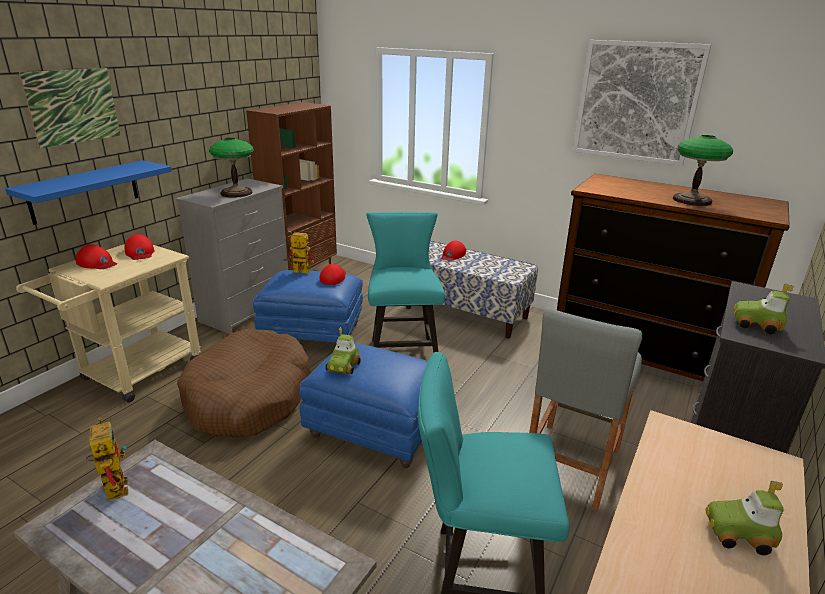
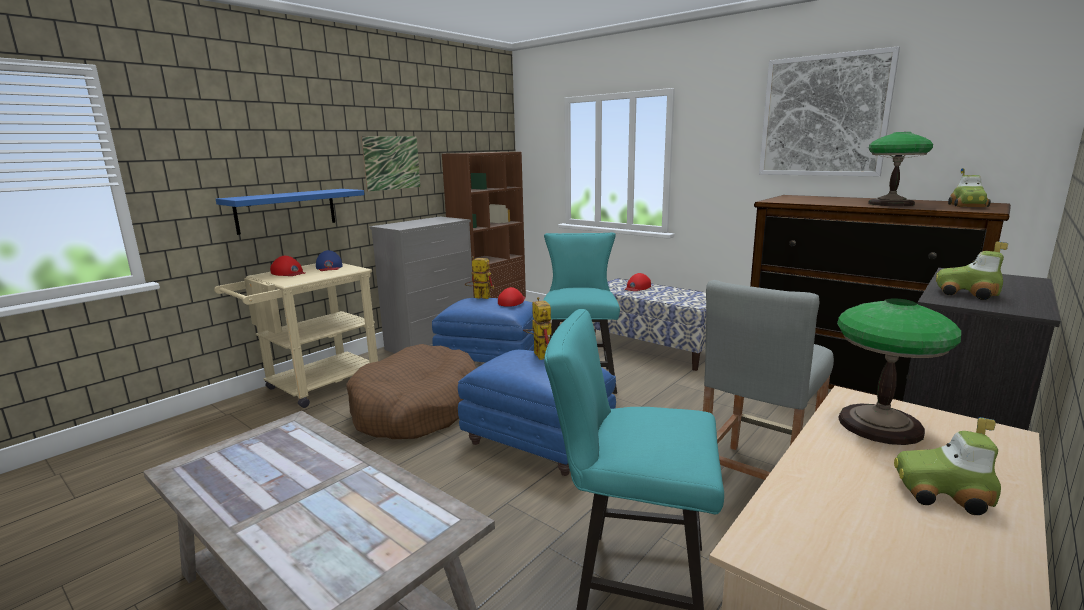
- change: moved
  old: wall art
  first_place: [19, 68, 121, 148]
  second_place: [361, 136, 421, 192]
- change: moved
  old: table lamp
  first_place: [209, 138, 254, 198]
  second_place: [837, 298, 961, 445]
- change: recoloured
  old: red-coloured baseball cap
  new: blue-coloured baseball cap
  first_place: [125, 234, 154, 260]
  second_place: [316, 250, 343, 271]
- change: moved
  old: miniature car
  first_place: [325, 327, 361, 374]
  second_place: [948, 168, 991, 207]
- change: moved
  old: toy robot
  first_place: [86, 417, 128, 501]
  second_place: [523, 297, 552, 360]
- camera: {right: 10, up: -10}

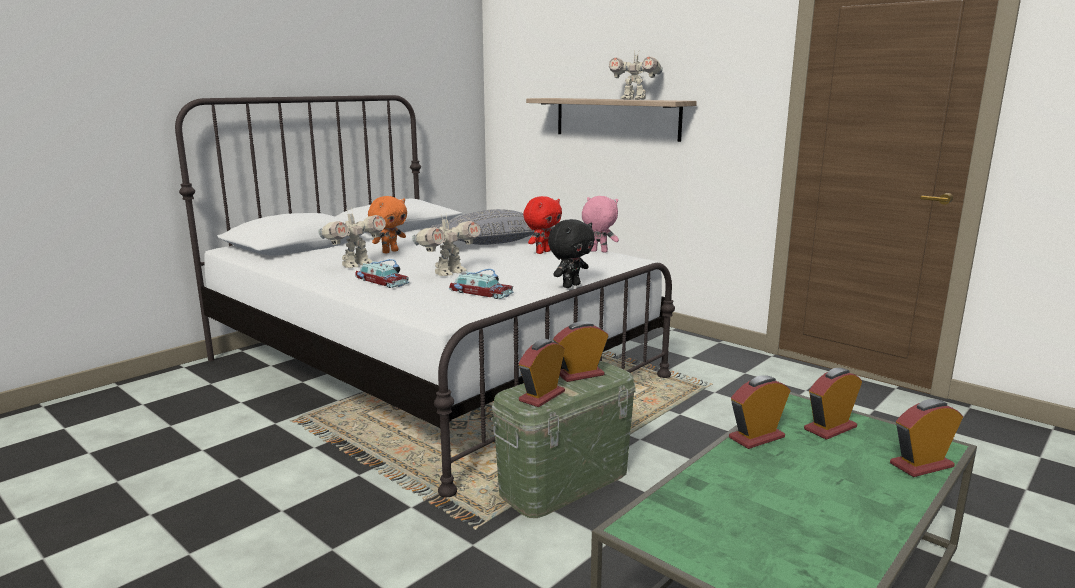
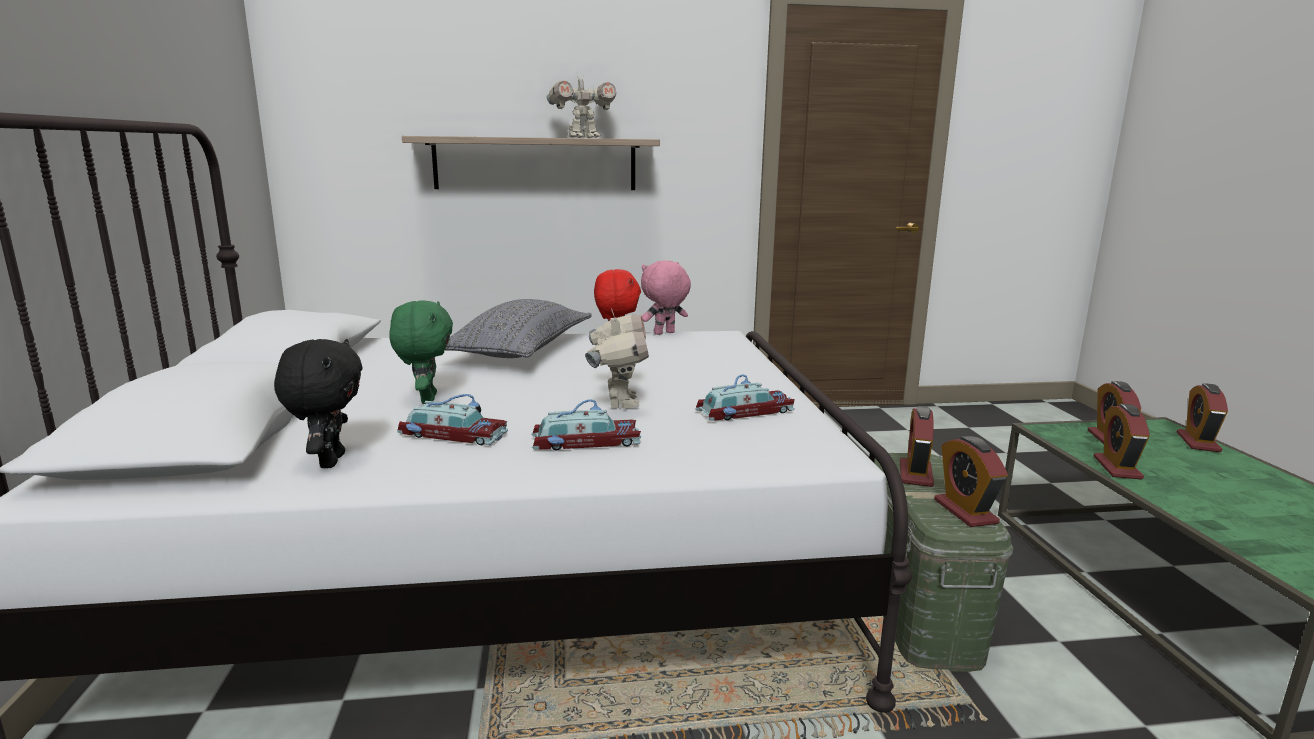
- change: recoloured
  old: orangey cuddly toy
  new: greenish cuddly toy
  first_place: [368, 196, 407, 253]
  second_place: [389, 300, 453, 404]
- change: replaced
  old: toy robot
  new: miniature car
  first_place: [318, 207, 386, 268]
  second_place: [397, 394, 508, 445]
- change: moved
  old: black-coloured cuddly toy
  first_place: [548, 219, 595, 288]
  second_place: [274, 339, 363, 468]
- camera: {right: -50, up: 0}

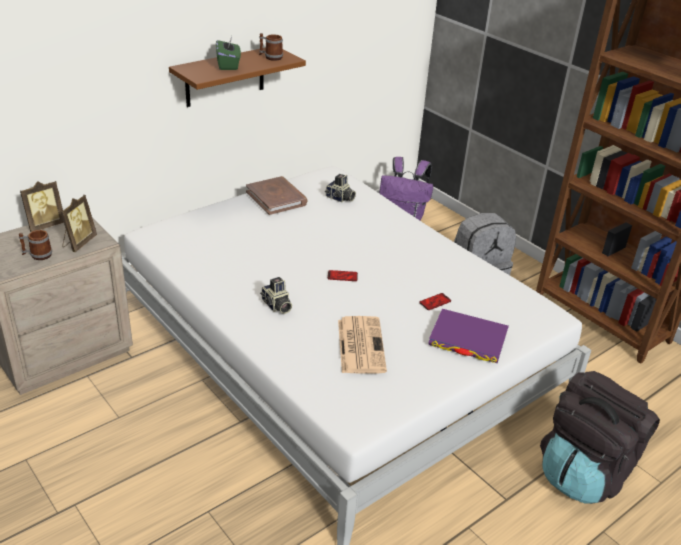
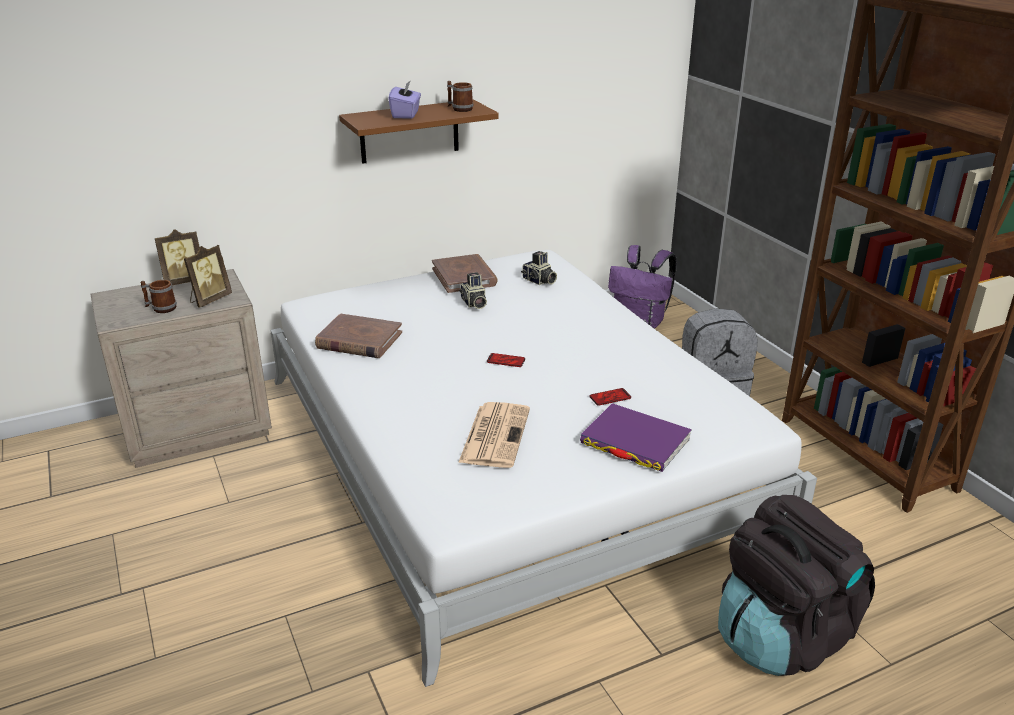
- change: recoloured
  old: greenish tissue box
  new: purplish tissue box
  first_place: [216, 36, 241, 70]
  second_place: [388, 80, 421, 119]
- change: moved
  old: still camera
  first_place: [260, 277, 292, 314]
  second_place: [459, 272, 487, 309]
- change: added
  new: brownish book
  second_place: [315, 314, 402, 358]
- camera: {right: 15, up: -5}

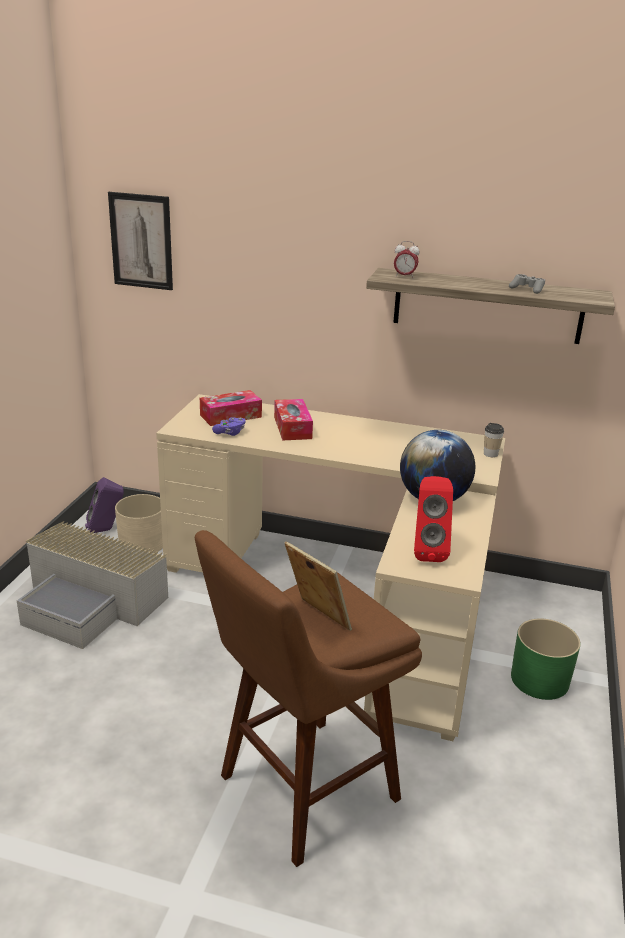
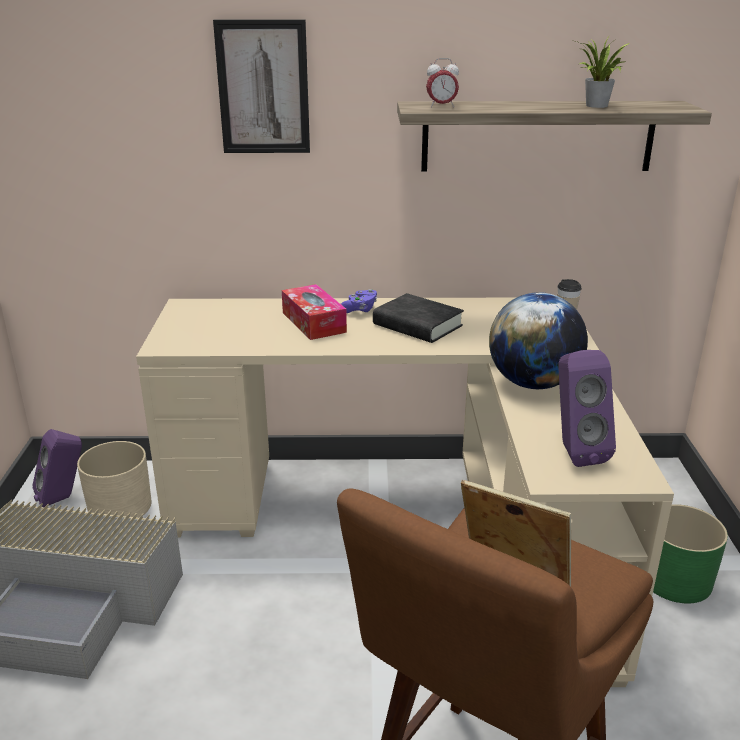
- change: moved
  old: wall art
  first_place: [108, 192, 173, 290]
  second_place: [213, 19, 310, 153]
- change: replaced
  old: grey gamepad
  new: houseplant
  first_place: [509, 274, 545, 294]
  second_place: [576, 36, 630, 108]
- change: removed
  old: tissue box
  first_place: [200, 390, 262, 426]
- change: moved
  old: purplish gamepad
  first_place: [212, 417, 246, 436]
  second_place: [341, 289, 377, 313]
- change: recoloured
  old: red-coloured loudspeaker
  new: purplish loudspeaker
  first_place: [414, 476, 453, 562]
  second_place: [558, 350, 616, 467]
- change: added
  new: black-coloured book
  second_place: [373, 293, 464, 343]
- camera: {right: -15, up: 0}

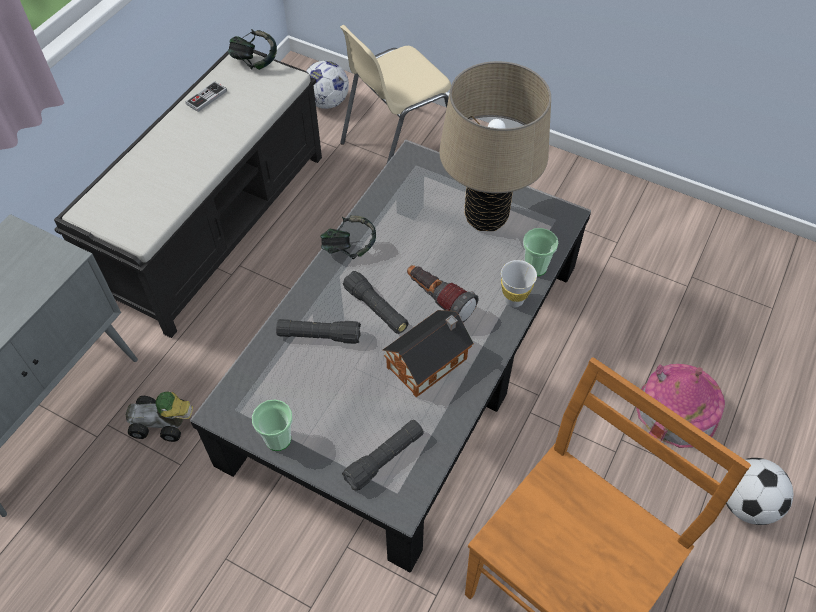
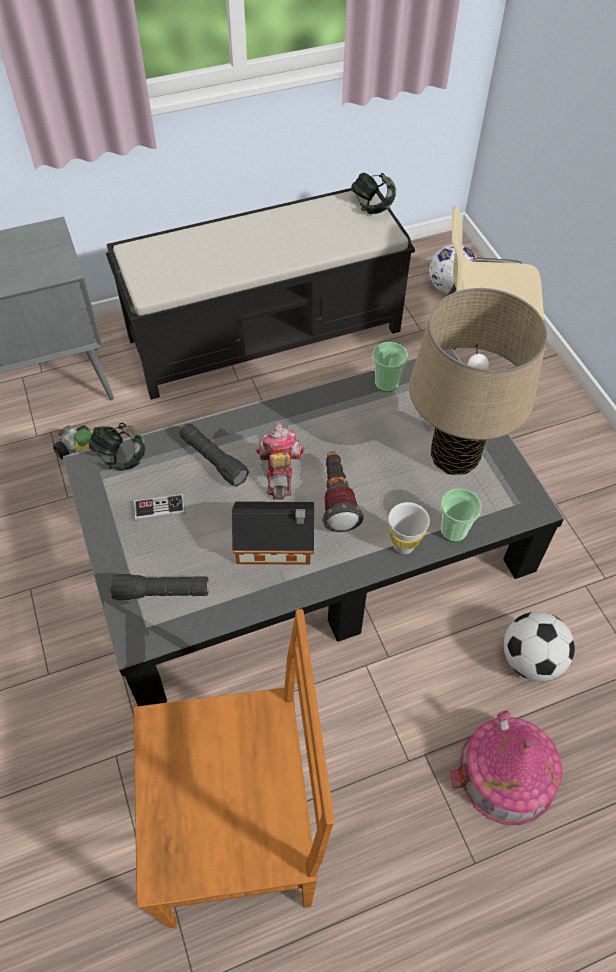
- change: moved
  old: gamepad
  first_place: [185, 81, 227, 112]
  second_place: [134, 494, 185, 521]
- change: moved
  old: headset
  first_place: [320, 215, 376, 259]
  second_place: [88, 423, 145, 471]
- change: replaced
  old: black-coloured flashlight
  new: toy robot
  first_place: [343, 271, 408, 334]
  second_place: [255, 422, 305, 500]
- change: moved
  old: cup
  first_place: [252, 399, 293, 451]
  second_place: [372, 342, 408, 392]
- change: moved
  old: football
  first_place: [726, 458, 793, 525]
  second_place: [504, 611, 575, 681]
- camera: {right: 40, up: 0}

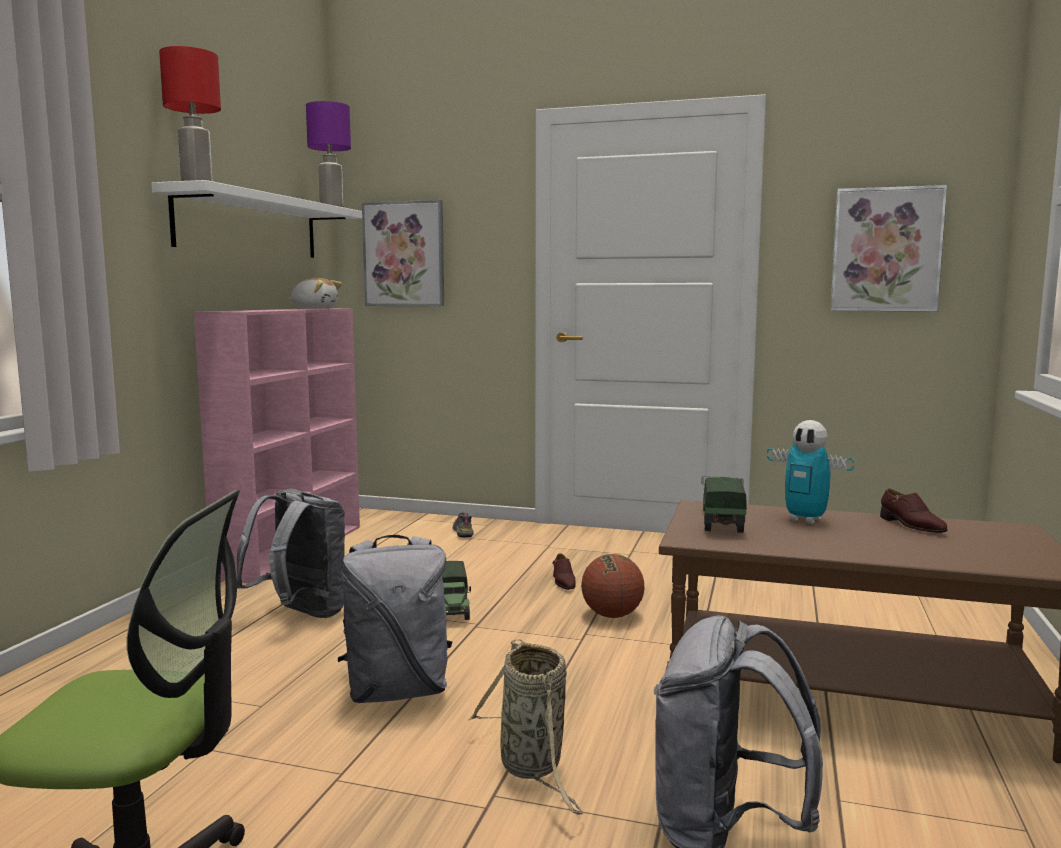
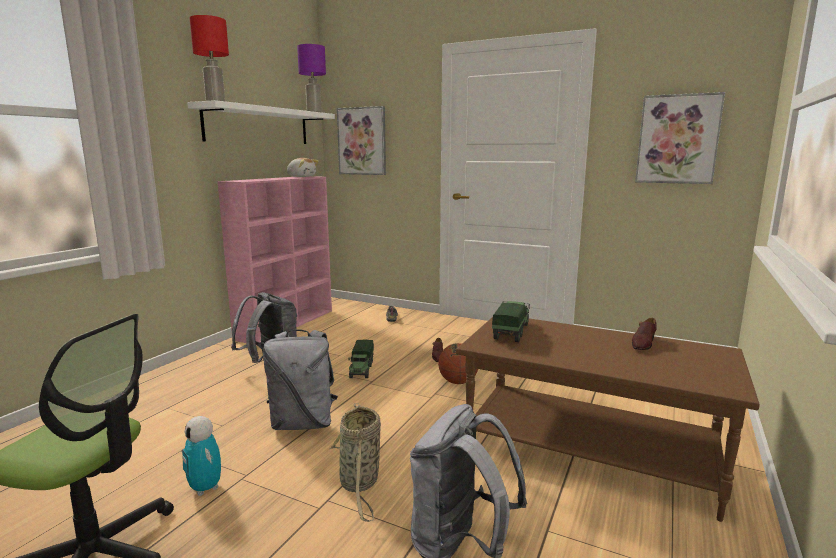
- change: moved
  old: toy robot
  first_place: [767, 420, 854, 524]
  second_place: [182, 416, 221, 496]
- change: turned
  old: brownish low shoe
  first_place: [880, 488, 948, 533]
  second_place: [632, 318, 657, 350]
  degrees: 45
- camera: {right: 10, up: 5}

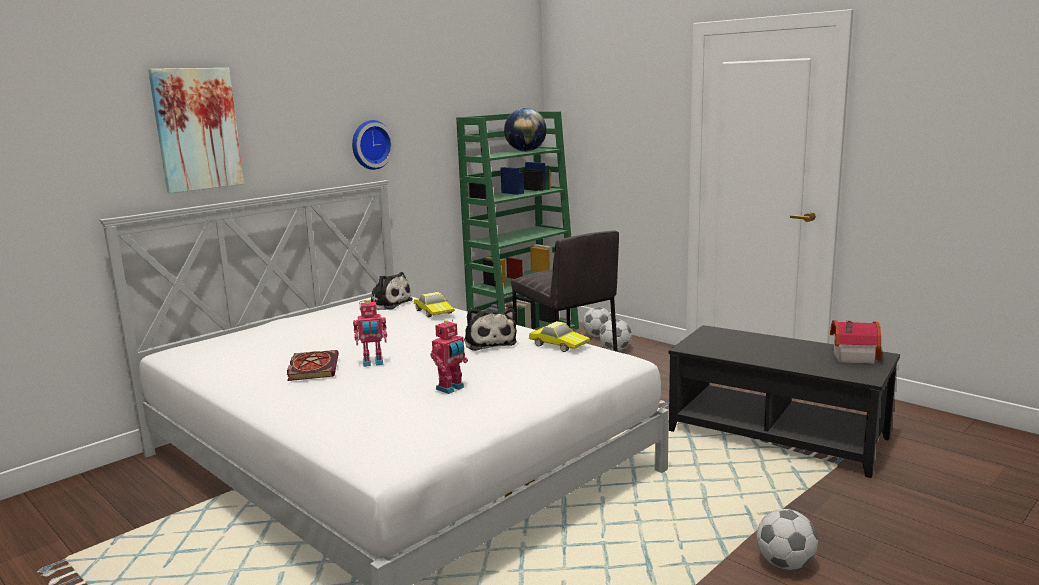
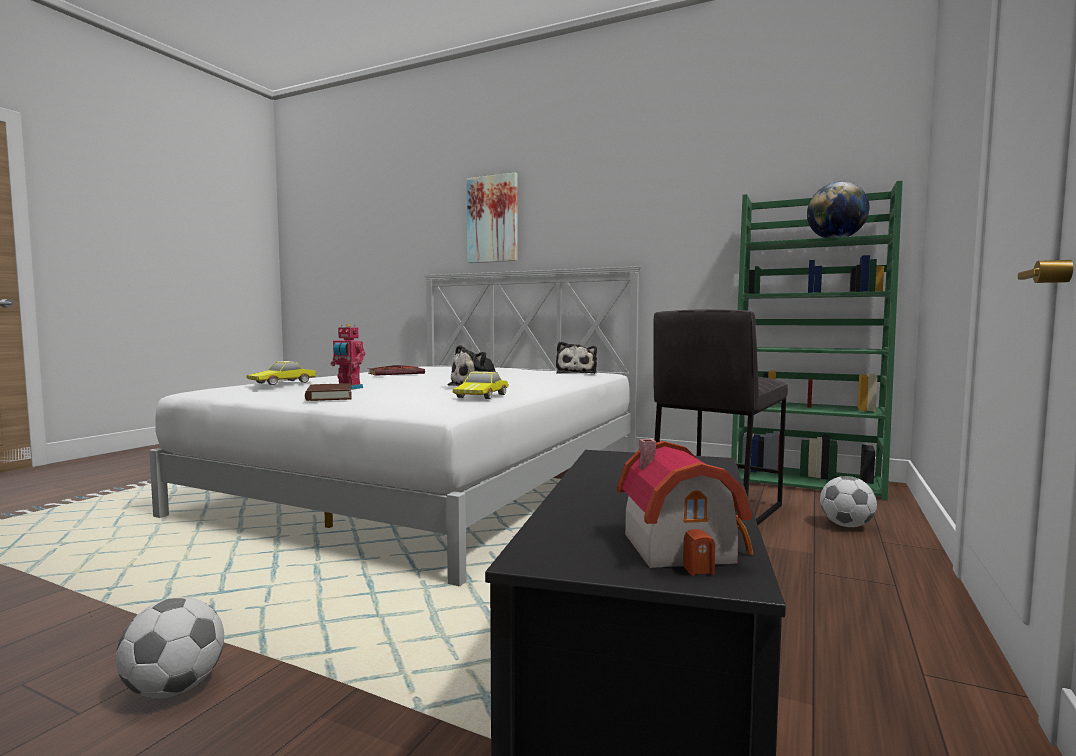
- change: removed
  old: wall clock
  first_place: [352, 120, 394, 170]
- change: moved
  old: miniature car
  first_place: [414, 292, 455, 317]
  second_place: [247, 361, 316, 385]
- change: removed
  old: toy robot
  first_place: [353, 300, 387, 367]
- change: removed
  old: football
  first_place: [583, 307, 611, 337]
- change: added
  new: brownish book
  second_place: [305, 383, 351, 401]
- camera: {right: 70, up: -10}

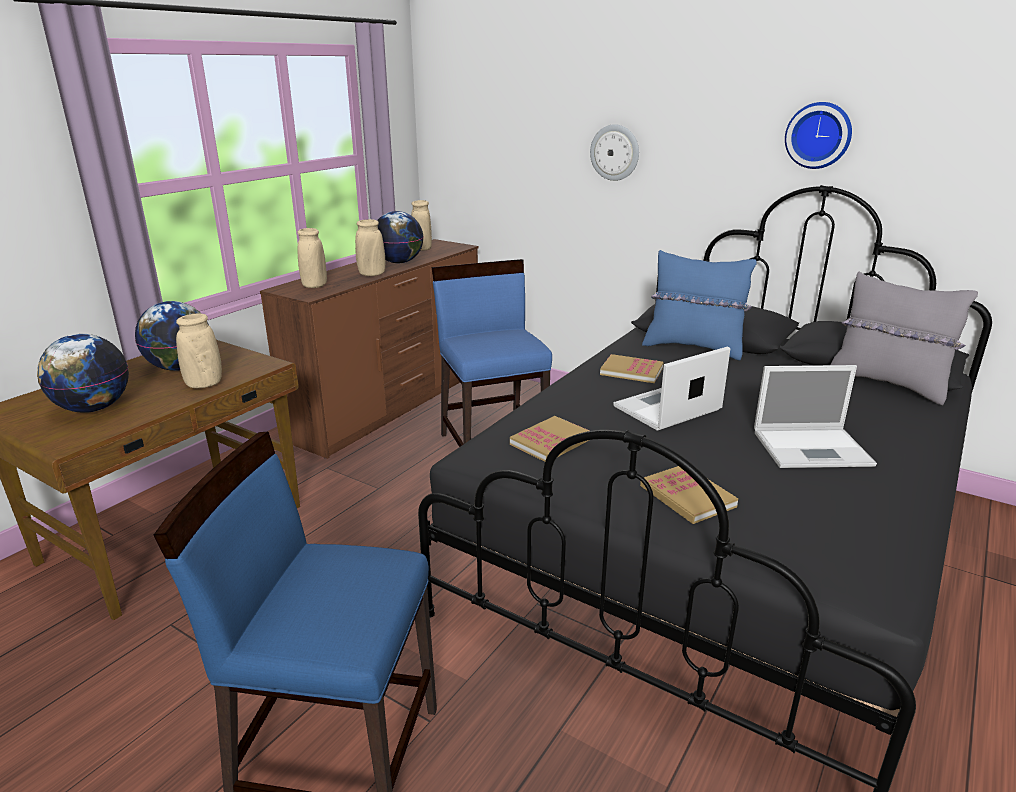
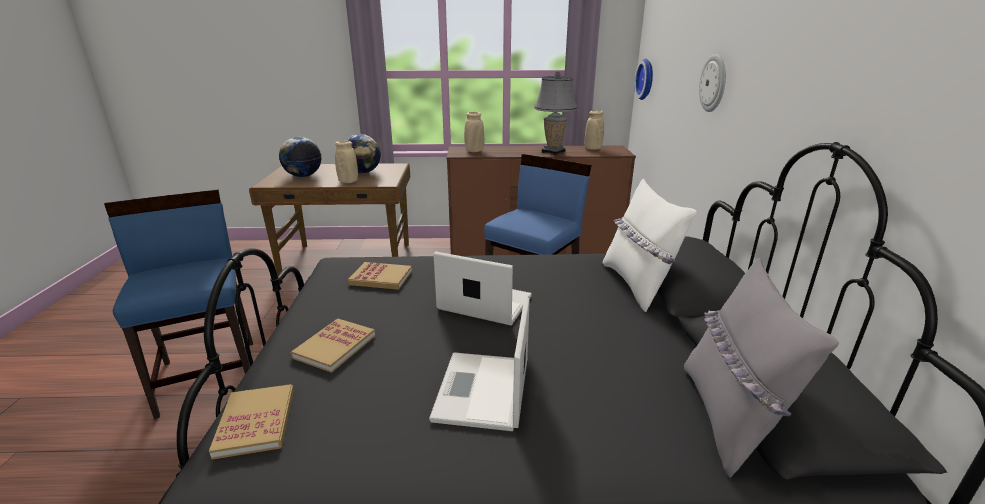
- change: moved
  old: wall clock
  first_place: [785, 102, 852, 169]
  second_place: [634, 58, 653, 100]
- change: replaced
  old: globe
  new: grey table lamp
  first_place: [377, 211, 424, 263]
  second_place: [534, 71, 578, 155]
- change: removed
  old: beige-coloured decorative vase
  first_place: [355, 219, 385, 276]
- change: recoloured
  old: blue-coloured cushion
  new: whitish cushion
  first_place: [642, 250, 757, 361]
  second_place: [603, 178, 697, 312]
- change: moved
  old: book
  first_place: [600, 354, 664, 383]
  second_place: [209, 384, 294, 460]
- change: turned
  old: notebook computer
  first_place: [754, 365, 877, 468]
  second_place: [429, 297, 530, 431]
  degrees: 45
- camera: {right: 55, up: 0}

